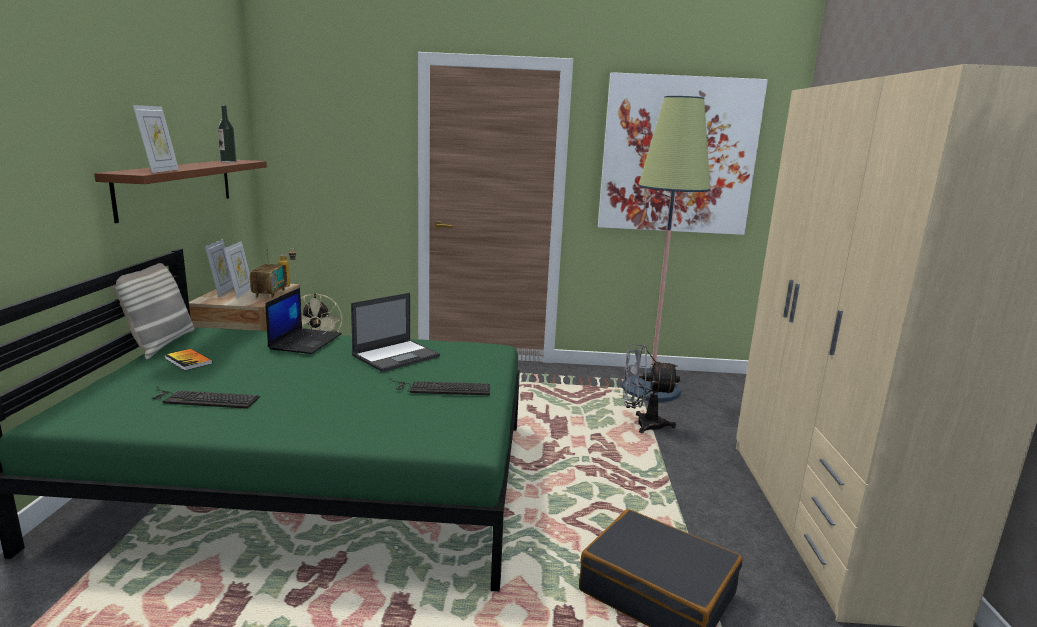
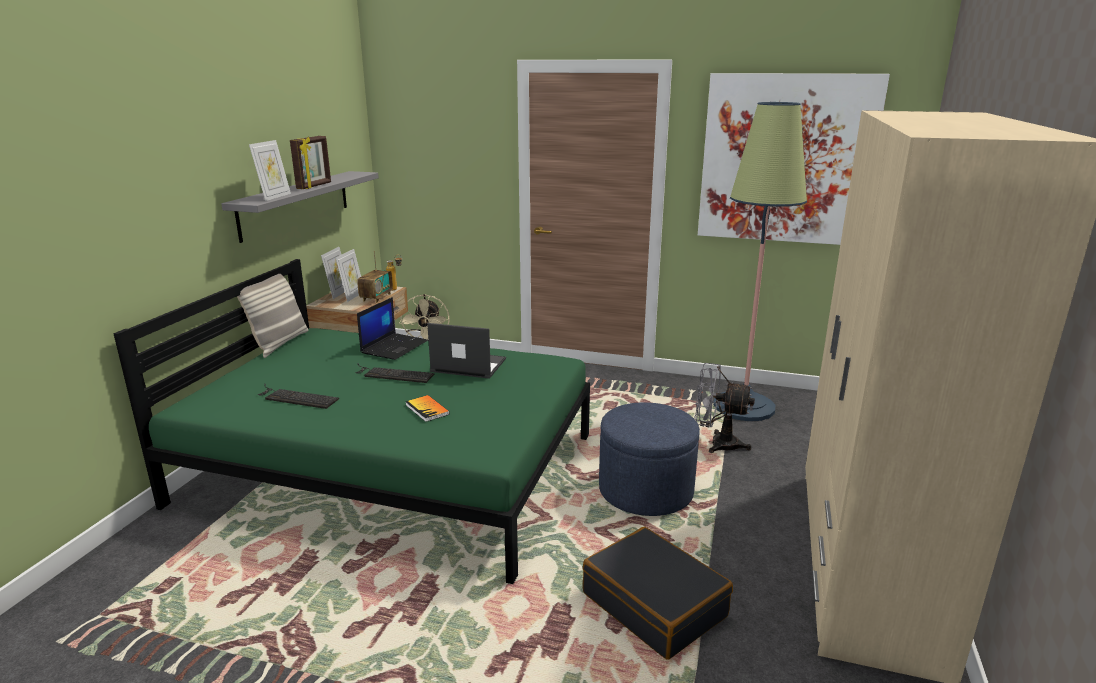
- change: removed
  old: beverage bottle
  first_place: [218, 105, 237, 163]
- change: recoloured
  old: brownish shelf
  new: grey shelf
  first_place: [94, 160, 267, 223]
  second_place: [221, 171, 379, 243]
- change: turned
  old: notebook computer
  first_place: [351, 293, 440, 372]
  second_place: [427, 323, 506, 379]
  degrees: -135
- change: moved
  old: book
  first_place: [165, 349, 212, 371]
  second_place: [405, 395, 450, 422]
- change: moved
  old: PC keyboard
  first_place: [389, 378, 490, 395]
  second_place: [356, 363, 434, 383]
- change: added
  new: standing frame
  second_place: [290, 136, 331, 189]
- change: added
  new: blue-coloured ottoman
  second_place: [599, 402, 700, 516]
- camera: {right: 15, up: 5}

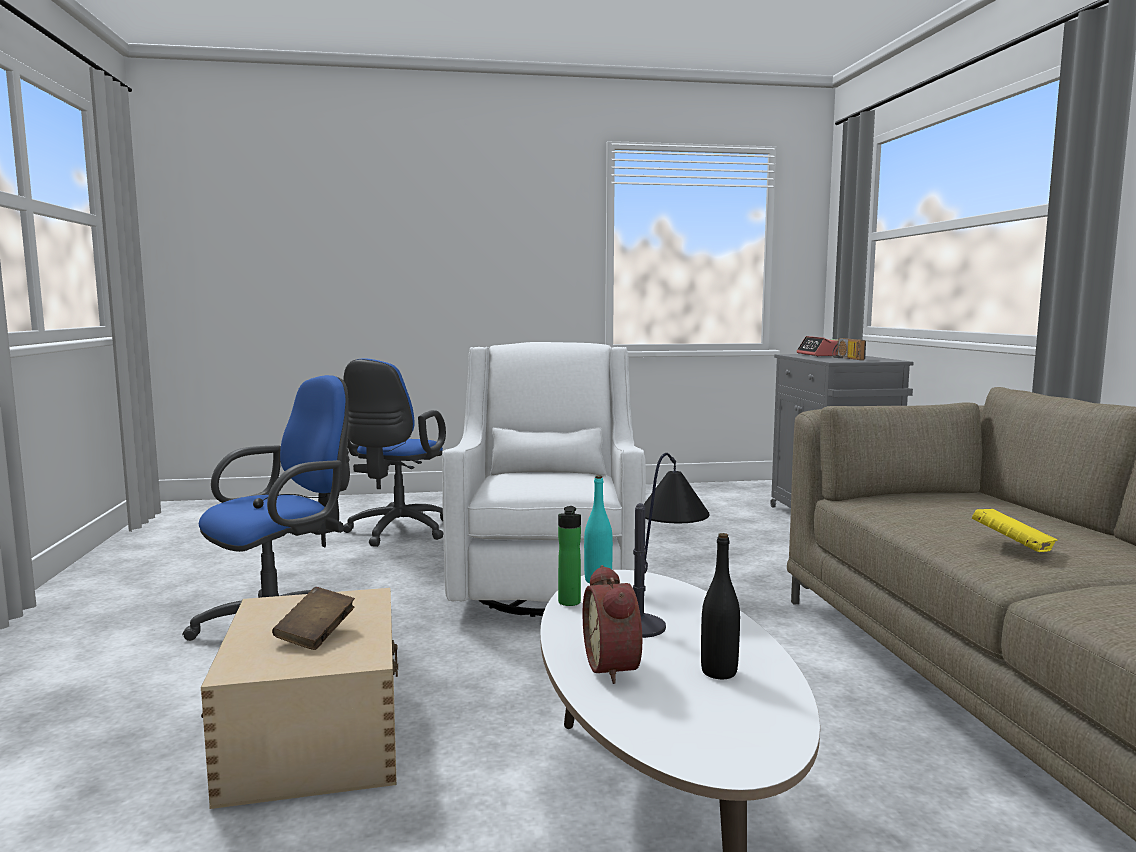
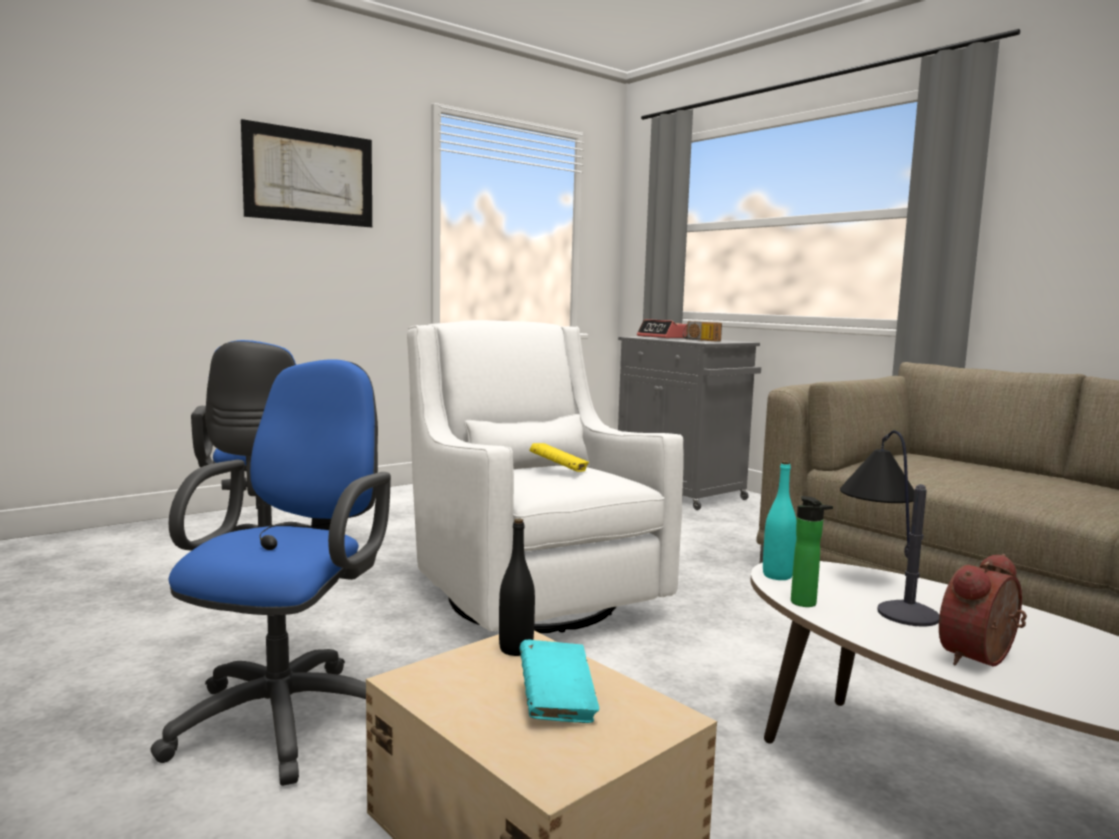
- change: moved
  old: yellow-coloured book
  first_place: [972, 509, 1057, 552]
  second_place: [529, 443, 589, 472]
- change: moved
  old: black-coloured beverage bottle
  first_place: [701, 533, 740, 679]
  second_place: [499, 519, 535, 656]
- change: turned
  old: alarm clock
  first_place: [583, 565, 642, 684]
  second_place: [939, 554, 1027, 667]
  degrees: 90
- change: recoloured
  old: brownish book
  new: turquoise book
  first_place: [272, 587, 355, 650]
  second_place: [519, 640, 599, 723]
- change: added
  new: wall art
  second_place: [241, 119, 372, 227]
- camera: {right: -30, up: 0}

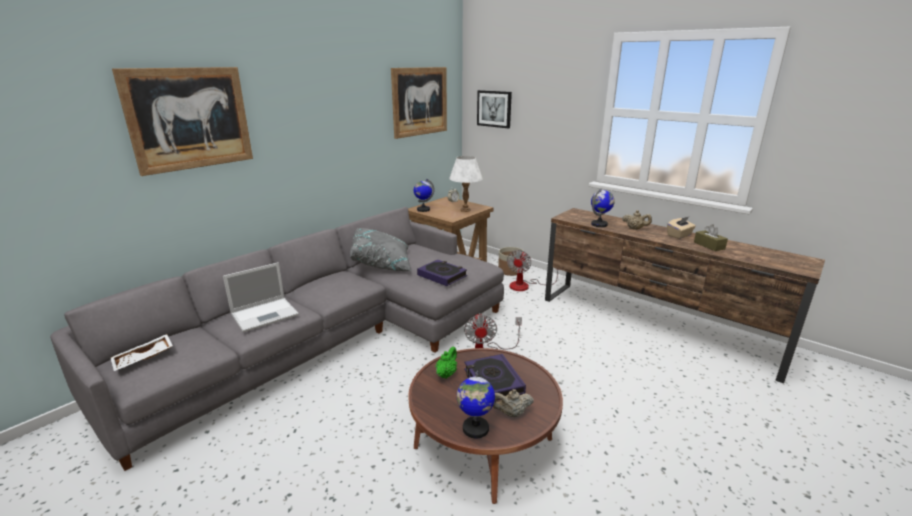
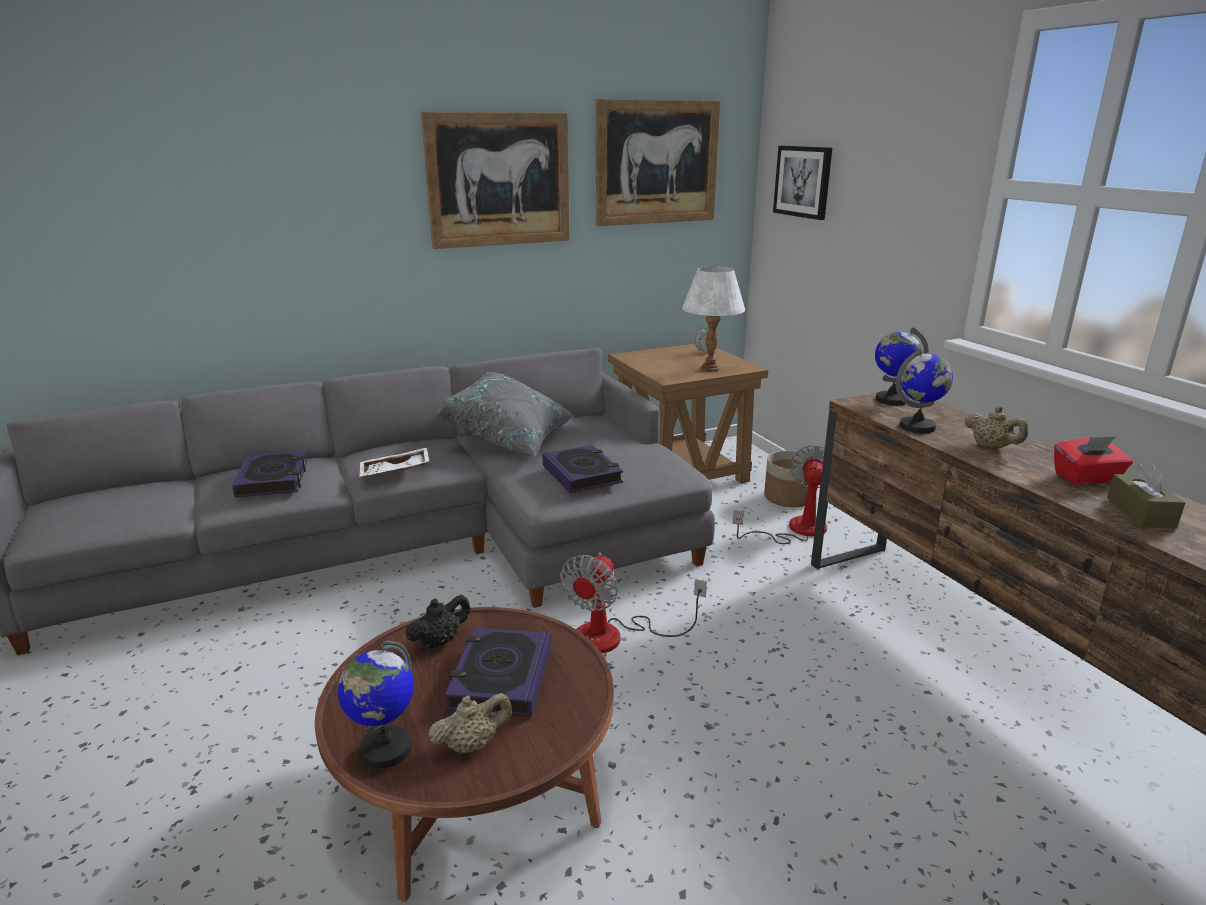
- change: moved
  old: wall art
  first_place: [112, 67, 253, 176]
  second_place: [421, 112, 570, 249]
- change: moved
  old: globe
  first_place: [414, 179, 434, 212]
  second_place: [875, 327, 929, 405]
- change: recoloured
  old: beige-coloured tissue box
  new: red-coloured tissue box
  first_place: [667, 217, 696, 239]
  second_place: [1054, 436, 1133, 485]
- change: turned
  old: electric fan
  first_place: [507, 250, 559, 291]
  second_place: [733, 445, 827, 544]
  degrees: 150
- change: replaced
  old: notebook computer
  new: book
  first_place: [223, 262, 299, 332]
  second_place: [232, 451, 307, 498]
- change: moved
  old: whitish carrying tray
  first_place: [111, 334, 173, 371]
  second_place: [359, 447, 429, 477]
- change: recoloured
  old: greenish teapot
  new: black-coloured teapot
  first_place: [436, 346, 457, 379]
  second_place: [406, 595, 471, 649]
- change: turned
  old: beige-coloured teapot
  first_place: [493, 389, 534, 417]
  second_place: [428, 693, 512, 754]
  degrees: 135
- camera: {right: 25, up: 0}

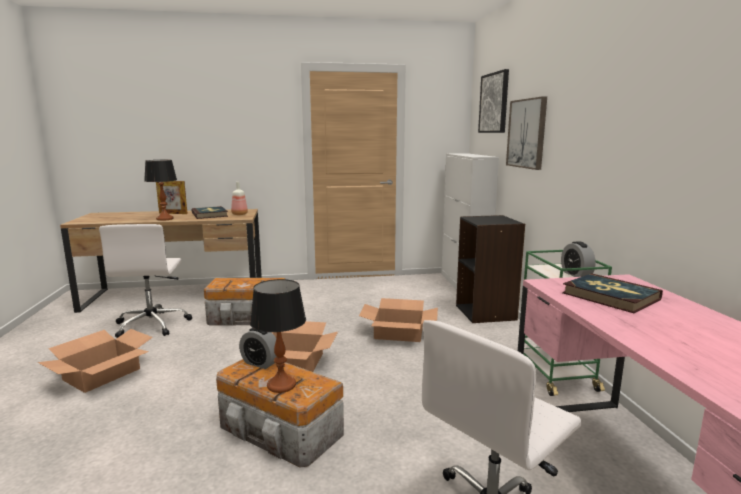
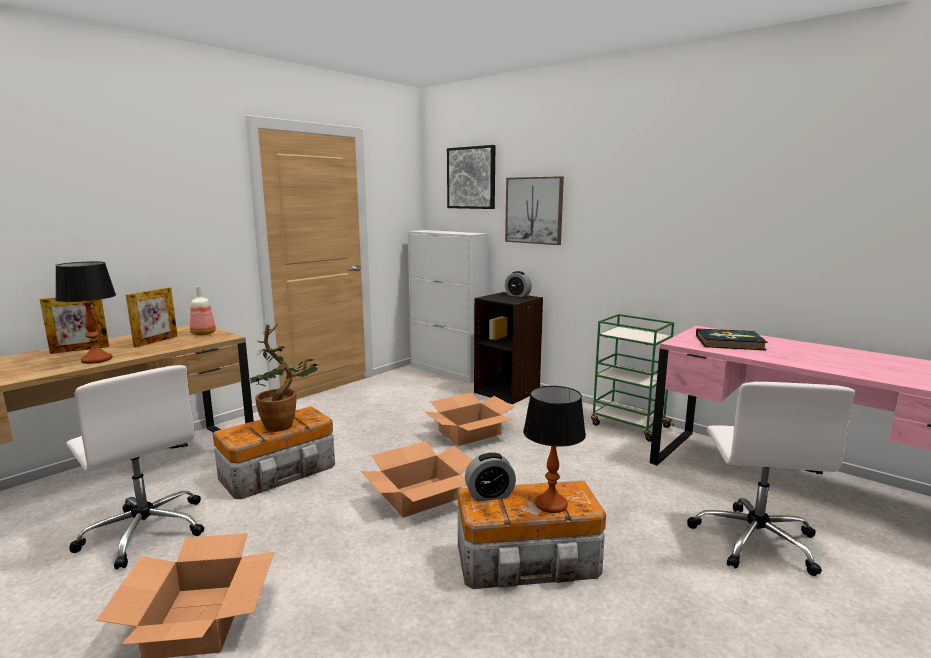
- change: replaced
  old: book
  new: standing frame
  first_place: [191, 206, 228, 219]
  second_place: [126, 287, 178, 347]
- change: moved
  old: alarm clock
  first_place: [561, 241, 596, 277]
  second_place: [505, 271, 532, 297]
- change: added
  new: houseplant
  second_place: [249, 323, 319, 432]
- camera: {right: -40, up: 0}

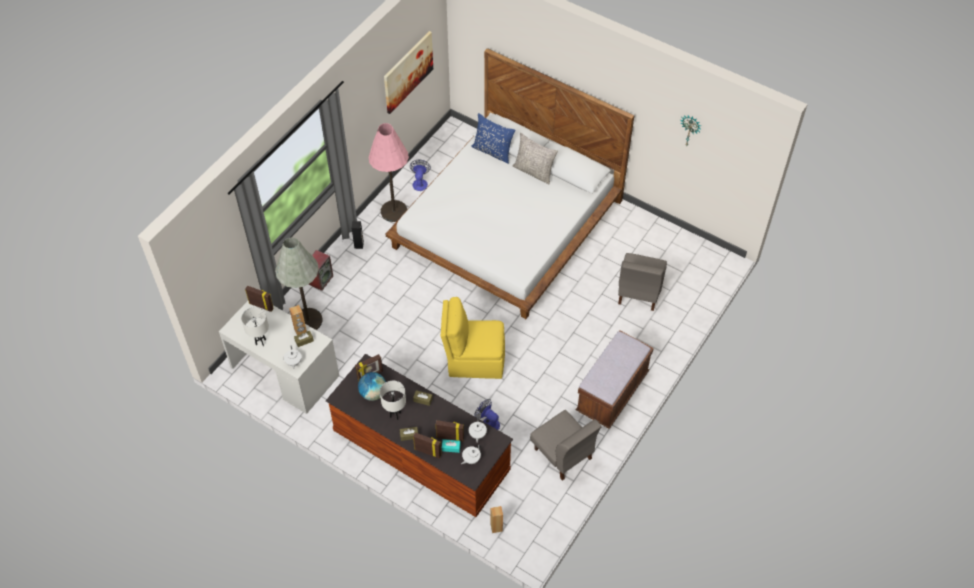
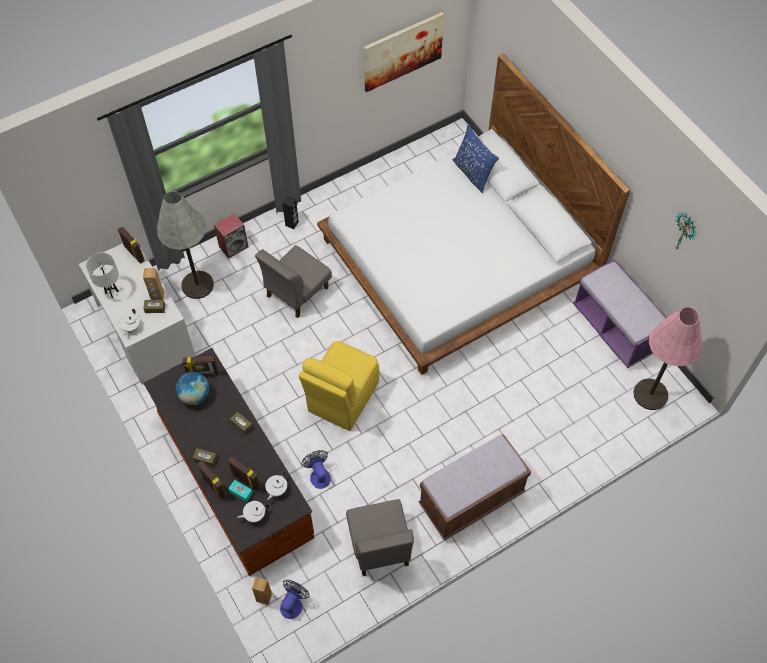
- change: moved
  old: pinkish floor lamp
  first_place: [368, 123, 409, 222]
  second_place: [634, 307, 702, 410]
- change: removed
  old: grey cushion
  first_place: [512, 133, 558, 185]
- change: moved
  old: electric fan
  first_place: [410, 160, 431, 191]
  second_place: [280, 579, 310, 619]
- change: moved
  old: grey upright chair
  first_place: [618, 253, 667, 311]
  second_place: [255, 245, 332, 318]
- change: turned
  old: yellow-coloured upright chair
  first_place: [441, 297, 505, 379]
  second_place: [299, 341, 379, 431]
  degrees: -90
- change: removed
  old: whitish table lamp
  first_place: [380, 381, 406, 420]
- change: added
  new: purplish long seat
  second_place: [573, 259, 666, 368]
- camera: {right: 25, up: 5}

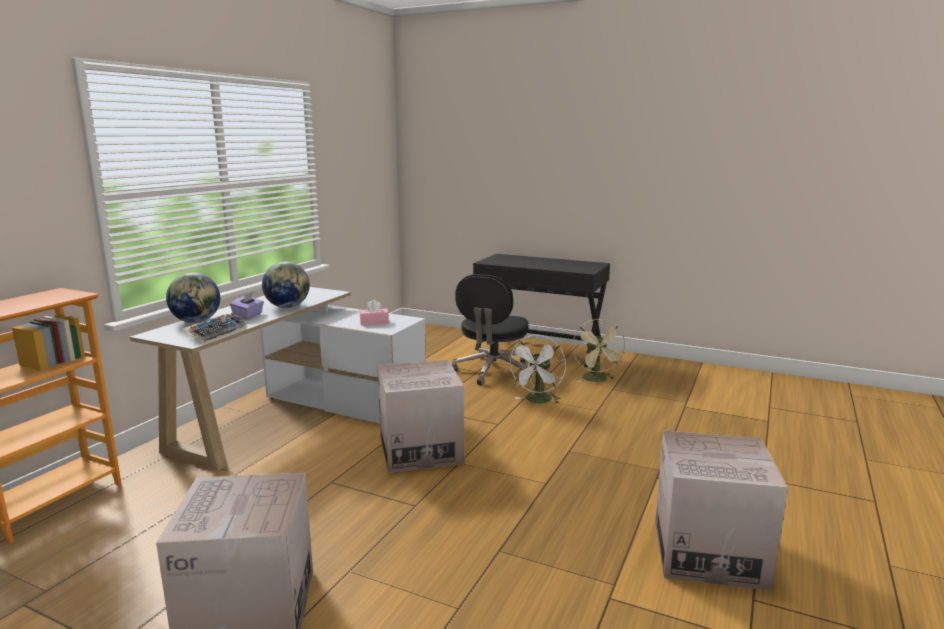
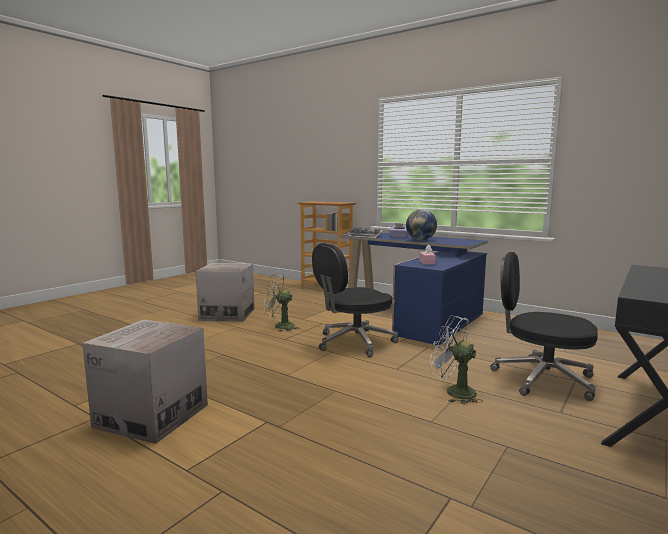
- change: removed
  old: globe
  first_place: [166, 272, 220, 323]
- change: recoloured
  old: whitish desk unit
  new: blue-coloured desk unit
  first_place: [130, 287, 426, 470]
  second_place: [341, 233, 488, 345]
- change: moved
  old: beige-coloured electric fan
  first_place: [572, 319, 627, 382]
  second_place: [264, 273, 300, 332]
- change: replaced
  old: packing box
  new: black-coloured computer chair
  first_place: [378, 360, 464, 473]
  second_place: [312, 243, 398, 357]
- camera: {right: 100, up: -5}

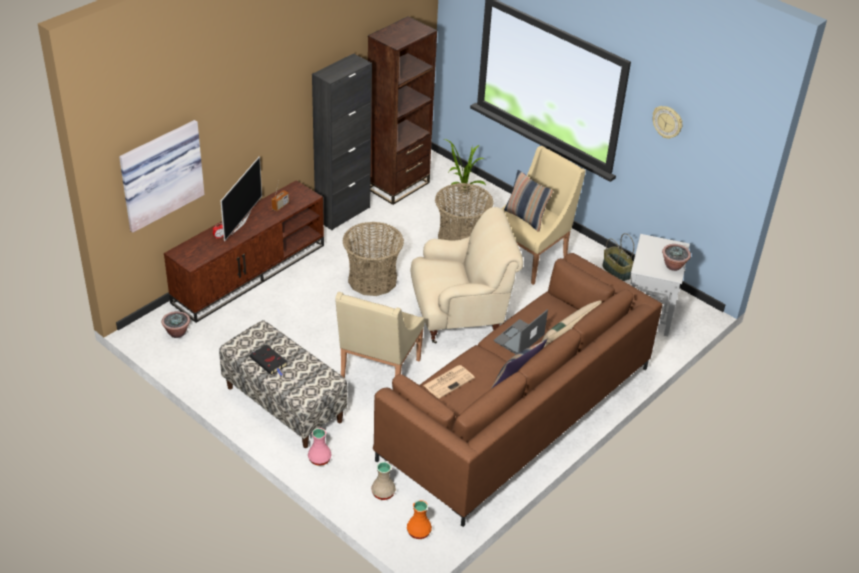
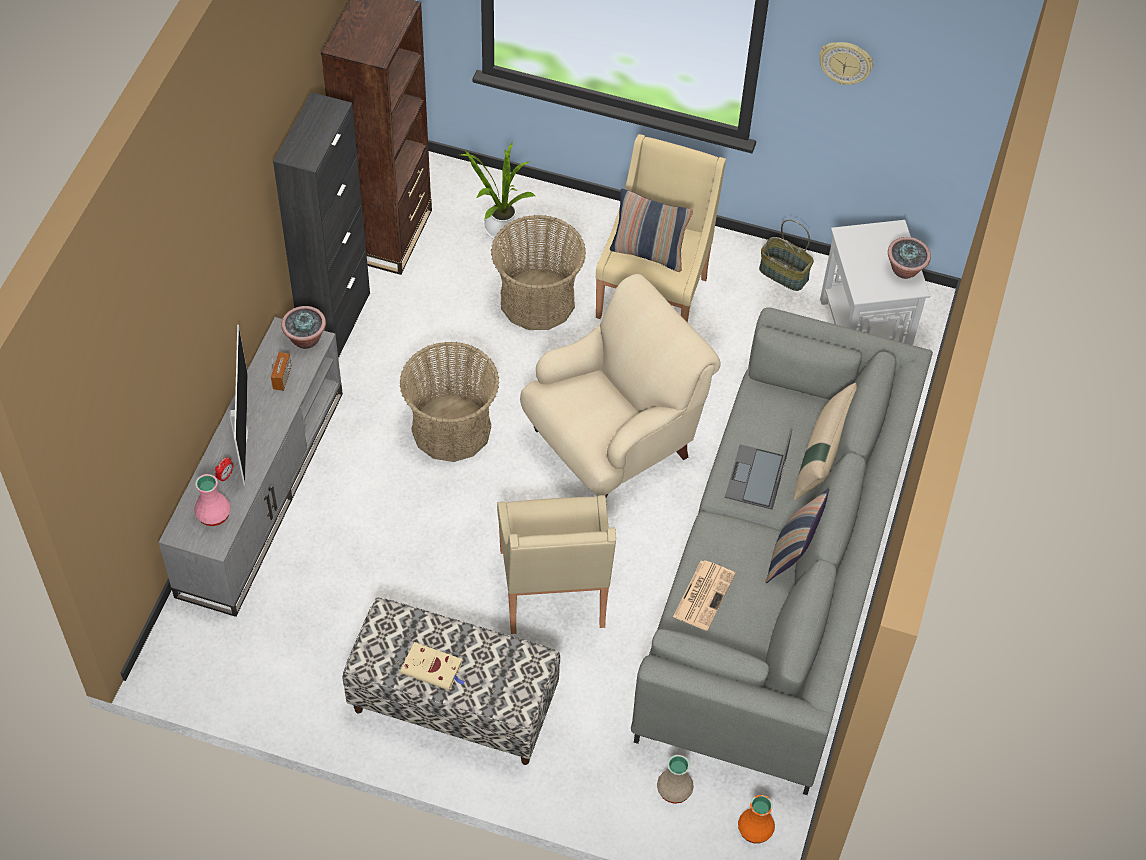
- change: removed
  old: wall art
  first_place: [119, 120, 205, 233]
- change: recoloured
  old: brownish tv stand
  new: grey tv stand
  first_place: [164, 180, 324, 323]
  second_place: [159, 317, 343, 617]
- change: recoloured
  old: brownish couch
  new: grey couch
  first_place: [373, 253, 662, 527]
  second_place: [631, 307, 933, 795]
- change: moved
  old: houseplant
  first_place: [162, 311, 190, 338]
  second_place: [281, 306, 326, 349]
- change: recoloured
  old: black-coloured book
  new: beige-coloured book
  first_place: [250, 345, 288, 375]
  second_place: [400, 642, 466, 690]
- change: moved
  old: pinkish decorative vase
  first_place: [308, 428, 332, 466]
  second_place: [194, 474, 231, 526]
- camera: {right: -25, up: 15}

